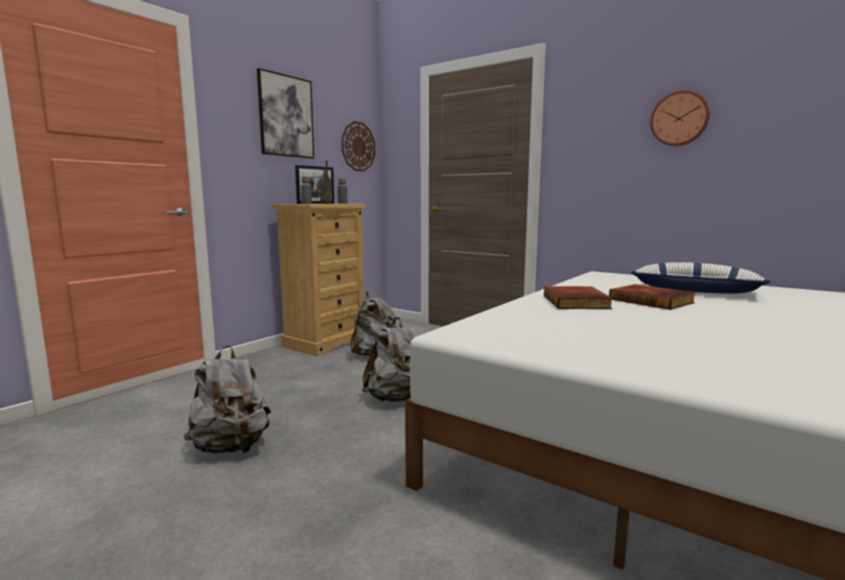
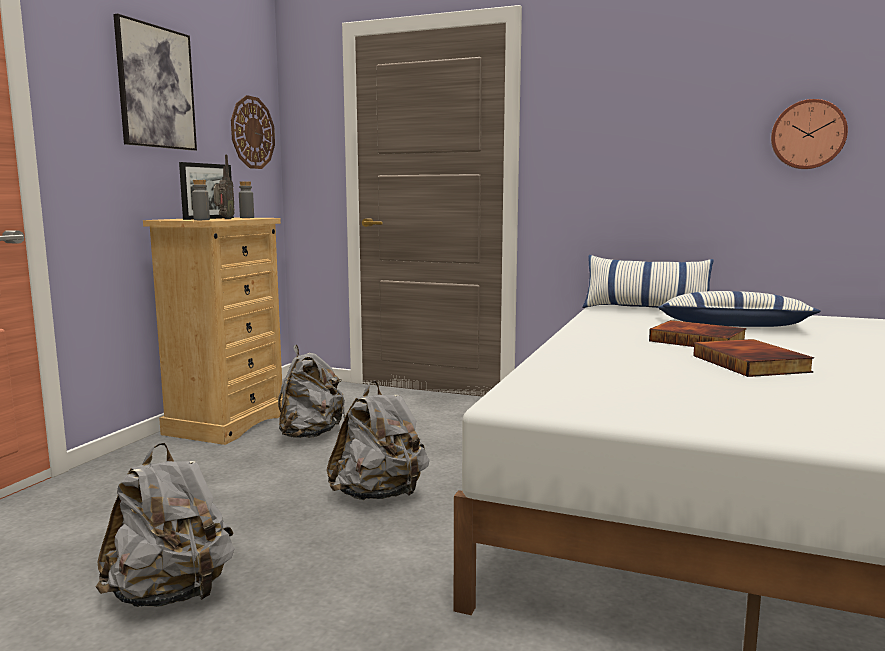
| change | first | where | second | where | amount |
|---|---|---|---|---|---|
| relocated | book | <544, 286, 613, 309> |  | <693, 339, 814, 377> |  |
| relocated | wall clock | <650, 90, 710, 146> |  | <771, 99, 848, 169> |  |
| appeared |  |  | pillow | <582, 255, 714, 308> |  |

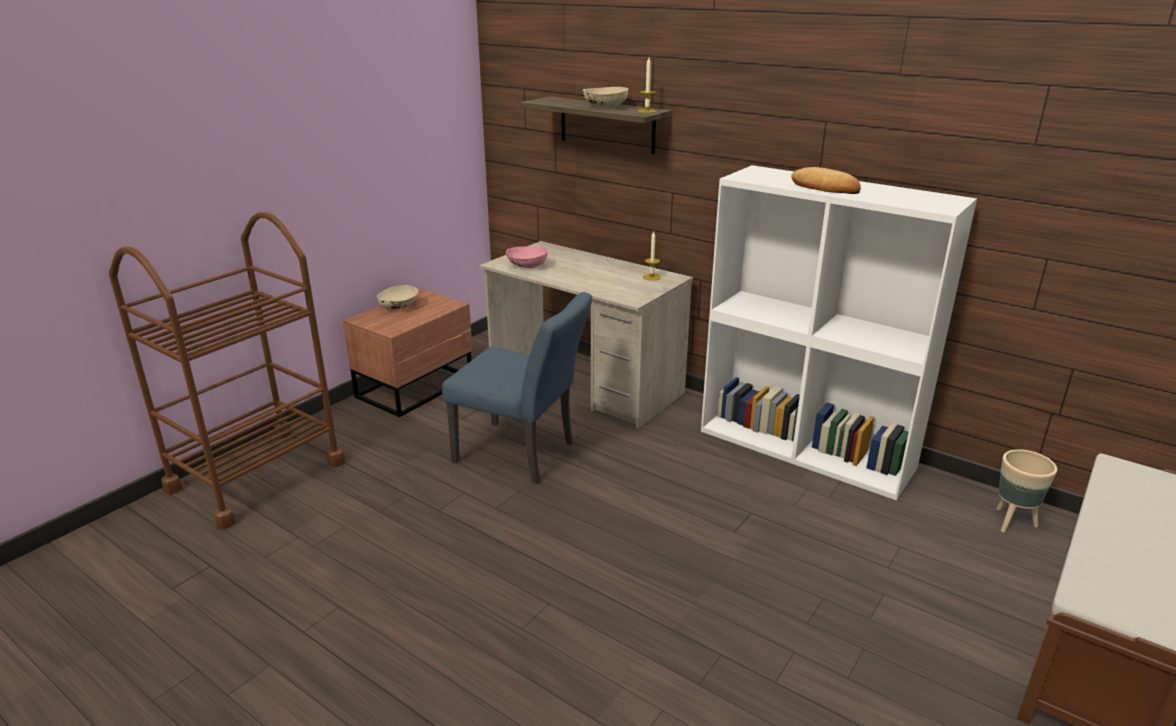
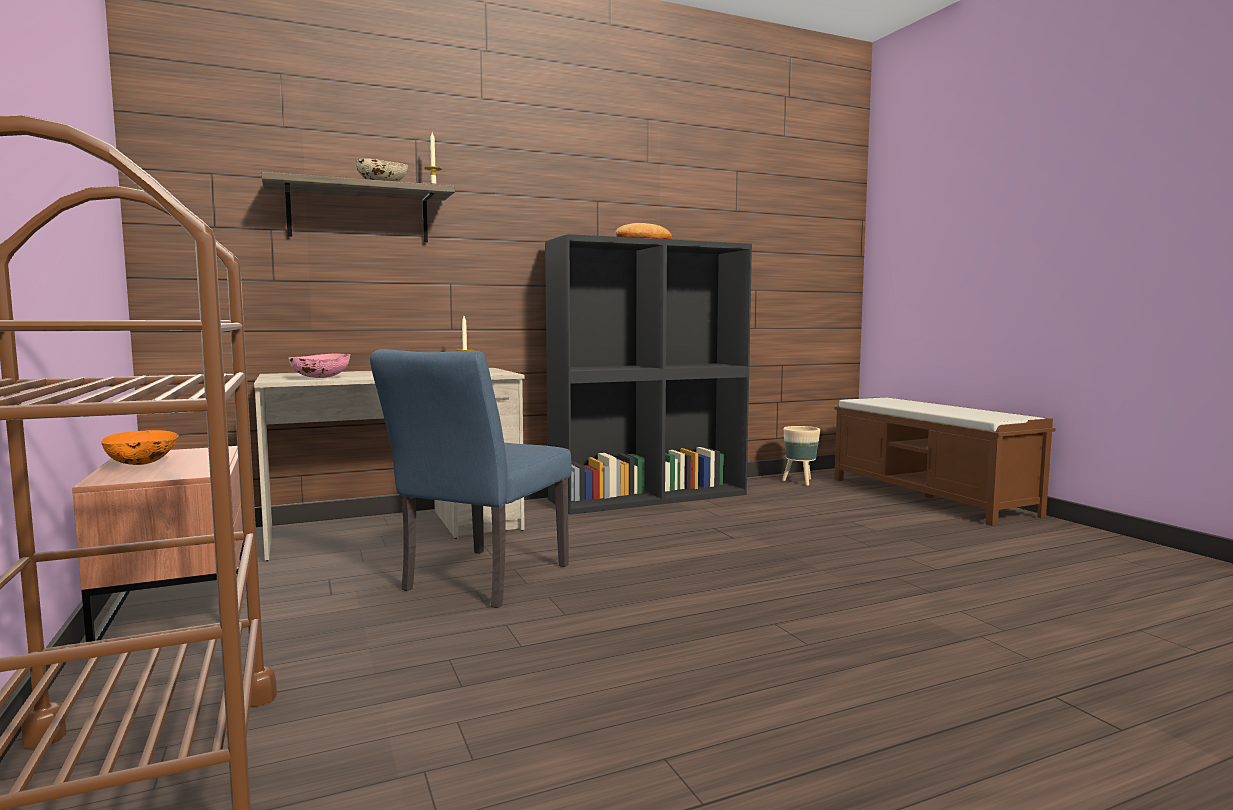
| change | first | where | second | where | amount |
|---|---|---|---|---|---|
| colour | beige bowl | <377, 285, 418, 310> | orange bowl | <101, 430, 178, 465> |  |
| spun | blue chair | <442, 292, 592, 484> |  | <370, 349, 572, 608> | 150 degrees clockwise |
| colour | white bookcase | <701, 165, 977, 501> | black bookcase | <545, 234, 752, 515> |  |

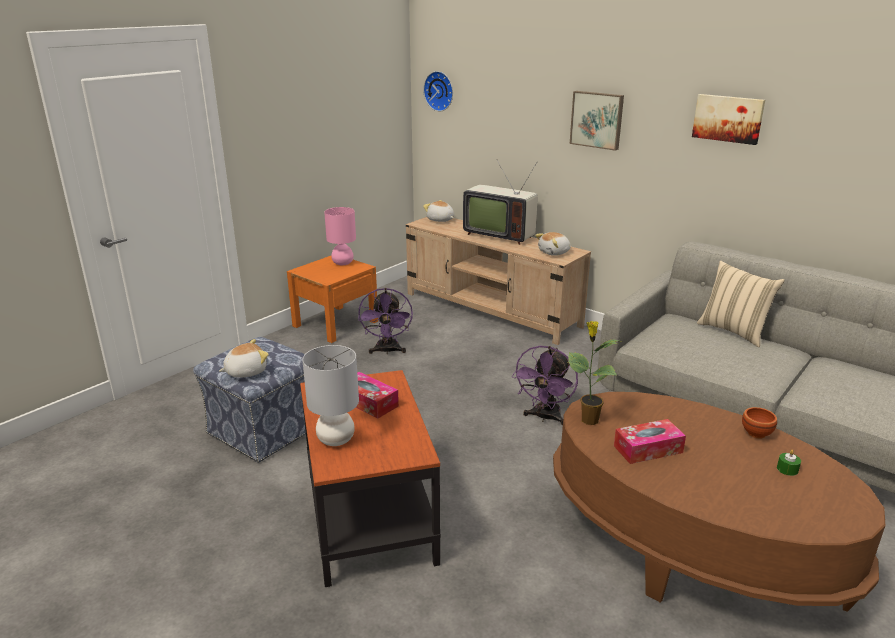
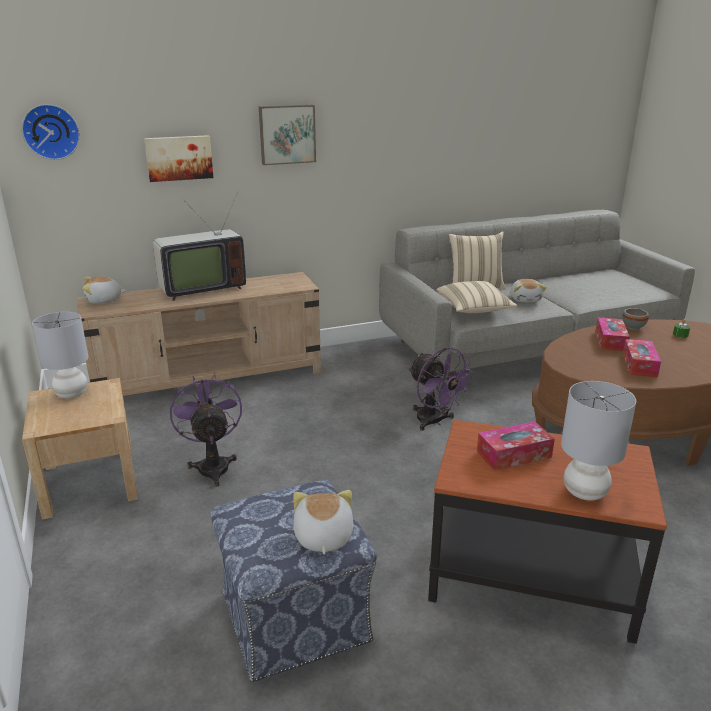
| change | first | where | second | where | amount |
|---|---|---|---|---|---|
| colour | orange nightstand | <287, 256, 378, 343> | beige nightstand | <22, 378, 138, 520> |  |
| colour | pink table lamp | <324, 207, 356, 265> | grey table lamp | <32, 312, 88, 399> |  |
| spun | purple fan | <358, 288, 413, 354> |  | <169, 374, 242, 487> | 135 degrees counterclockwise |
| relocated | plush toy | <535, 232, 571, 256> |  | <510, 279, 547, 302> |  |
| missing | potted plant | <568, 321, 623, 425> |  |  |  |
| relocated | picture | <692, 94, 765, 145> |  | <144, 135, 213, 182> |  |
| colour | brown bowl | <742, 407, 777, 439> | grey bowl | <622, 308, 649, 330> |  |
| appeared |  |  | beige pillow | <436, 281, 517, 313> |  |
| appeared |  |  | tissue box | <595, 317, 630, 351> |  |

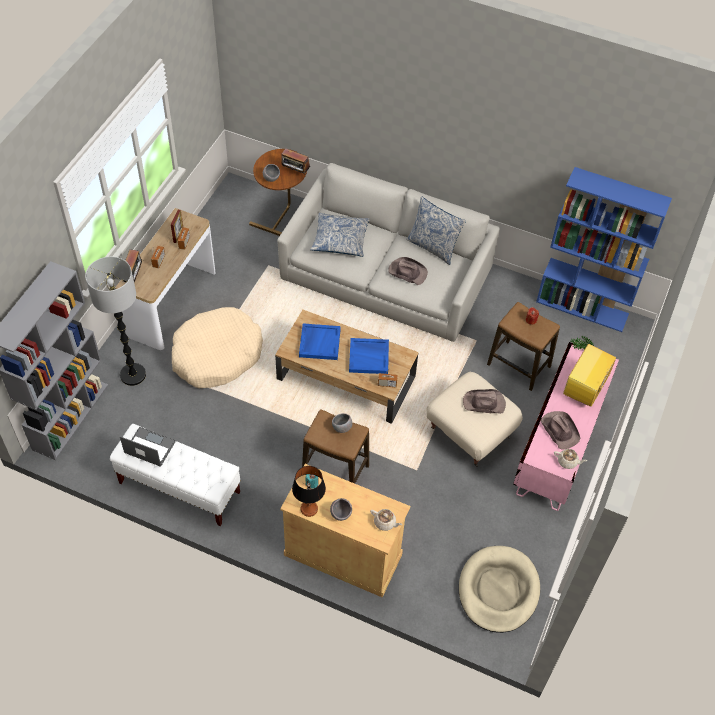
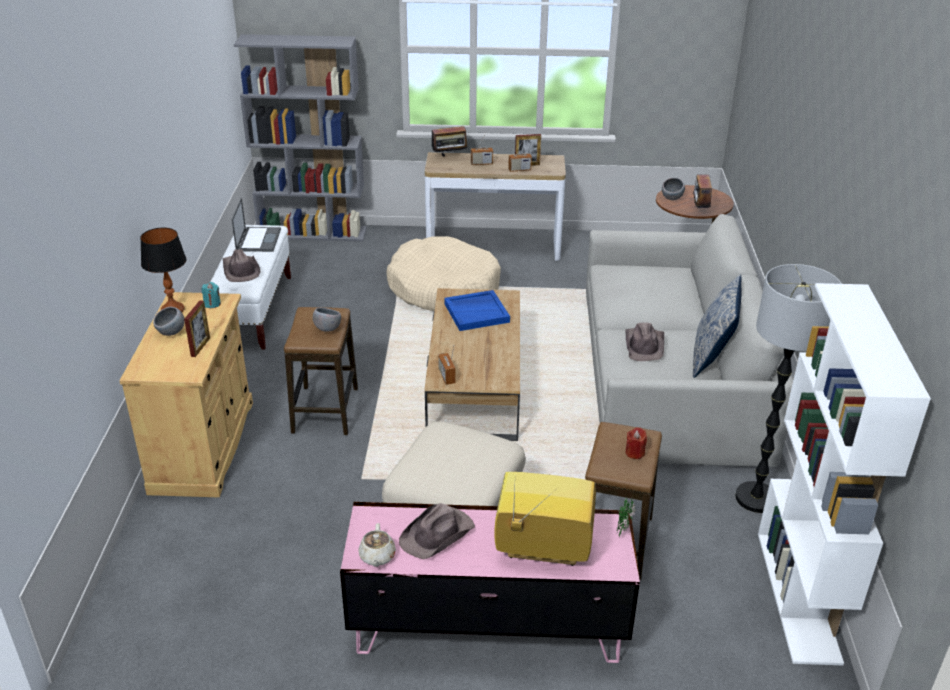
| change | first | where | second | where | amount |
|---|---|---|---|---|---|
| relocated | floor lamp | <85, 257, 146, 386> |  | <735, 264, 842, 513> |  |
| missing | pillow | <310, 213, 370, 257> |  |  |  |
| missing | blue tray | <349, 338, 389, 374> |  |  |  |
| missing | beige teapot | <370, 509, 402, 531> |  |  |  |
| missing | beige dog bed | <459, 546, 540, 633> |  |  |  |
| relocated | brown hat | <463, 389, 506, 414> |  | <223, 249, 261, 282> |  |
| colour | blue bookcase | <536, 167, 672, 332> | white bookcase | <758, 283, 931, 665> |  |
| appeared |  |  | picture frame | <184, 301, 210, 357> |  |

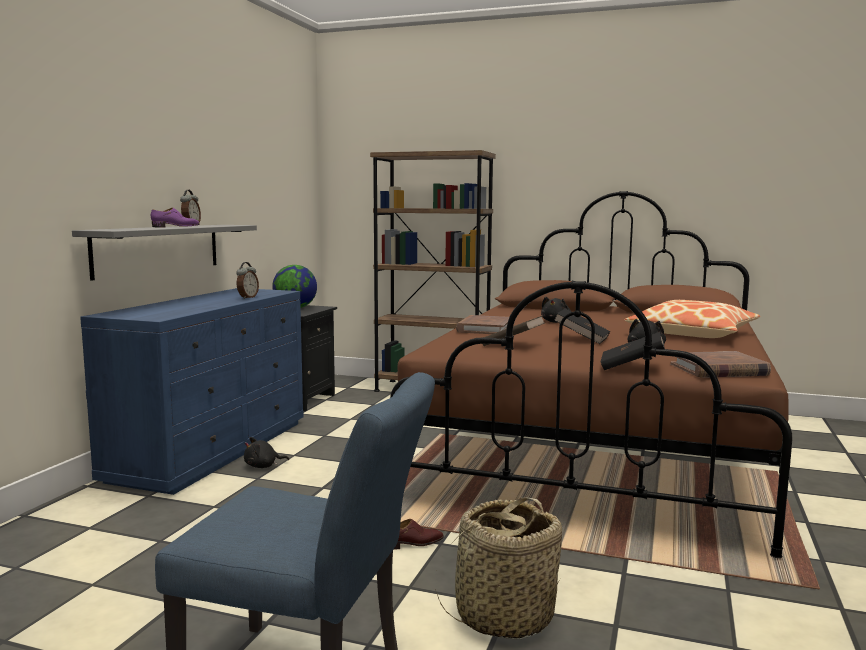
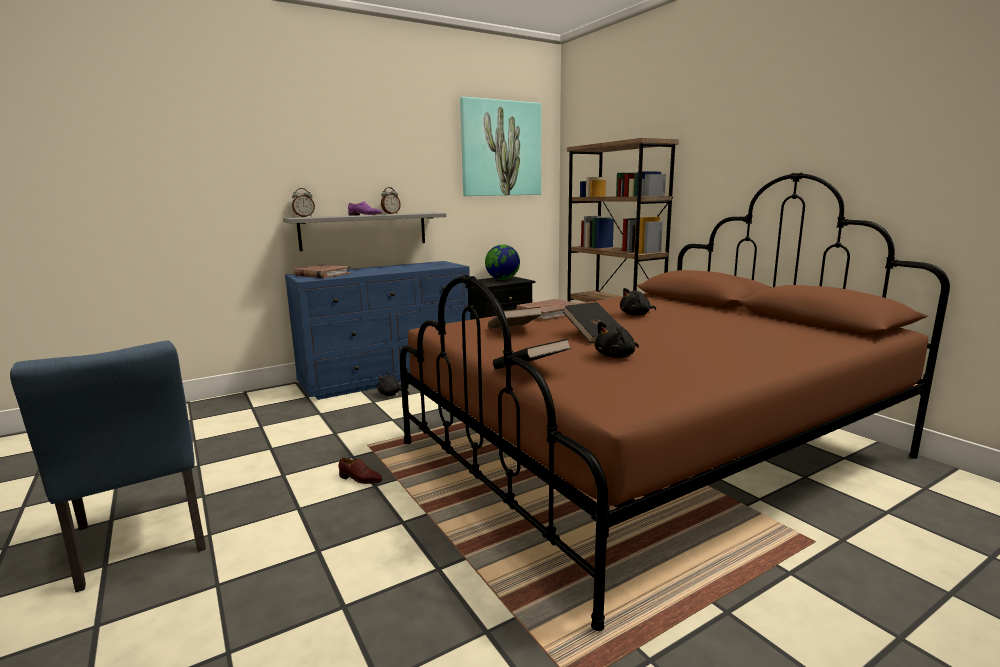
| change | first | where | second | where | amount |
|---|---|---|---|---|---|
| relocated | alarm clock | <236, 262, 259, 299> |  | <292, 188, 315, 217> |  |
| missing | basket | <435, 497, 562, 639> |  |  |  |
| missing | pillow | <625, 300, 760, 338> |  |  |  |
| relocated | brown book | <670, 351, 771, 378> |  | <294, 265, 351, 278> |  |
| appeared |  |  | picture | <460, 97, 541, 196> |  |

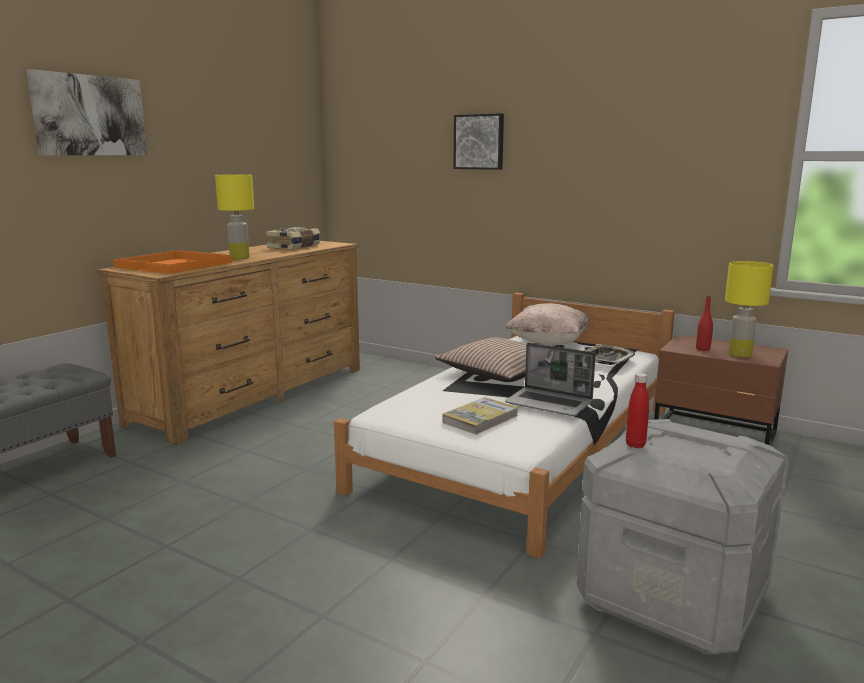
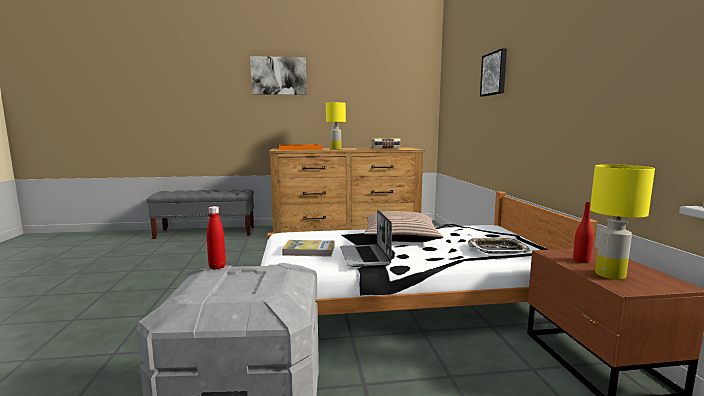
| change | first | where | second | where | amount |
|---|---|---|---|---|---|
| missing | beige pillow | <505, 303, 589, 346> |  |  |  |

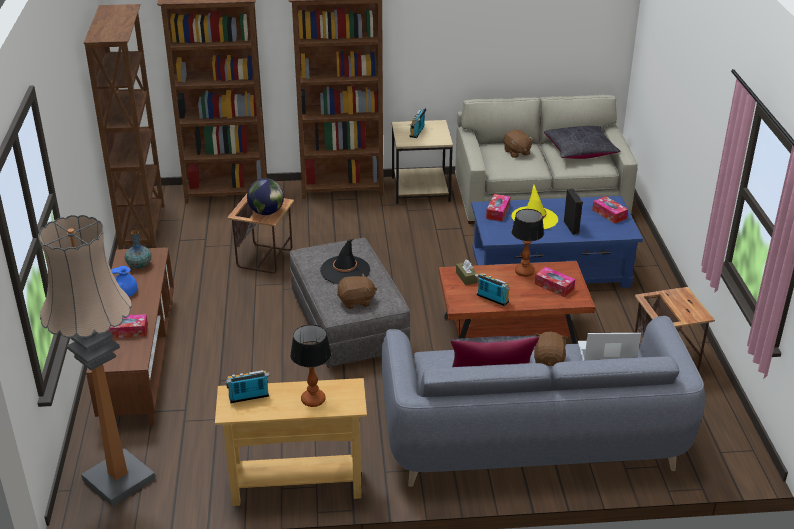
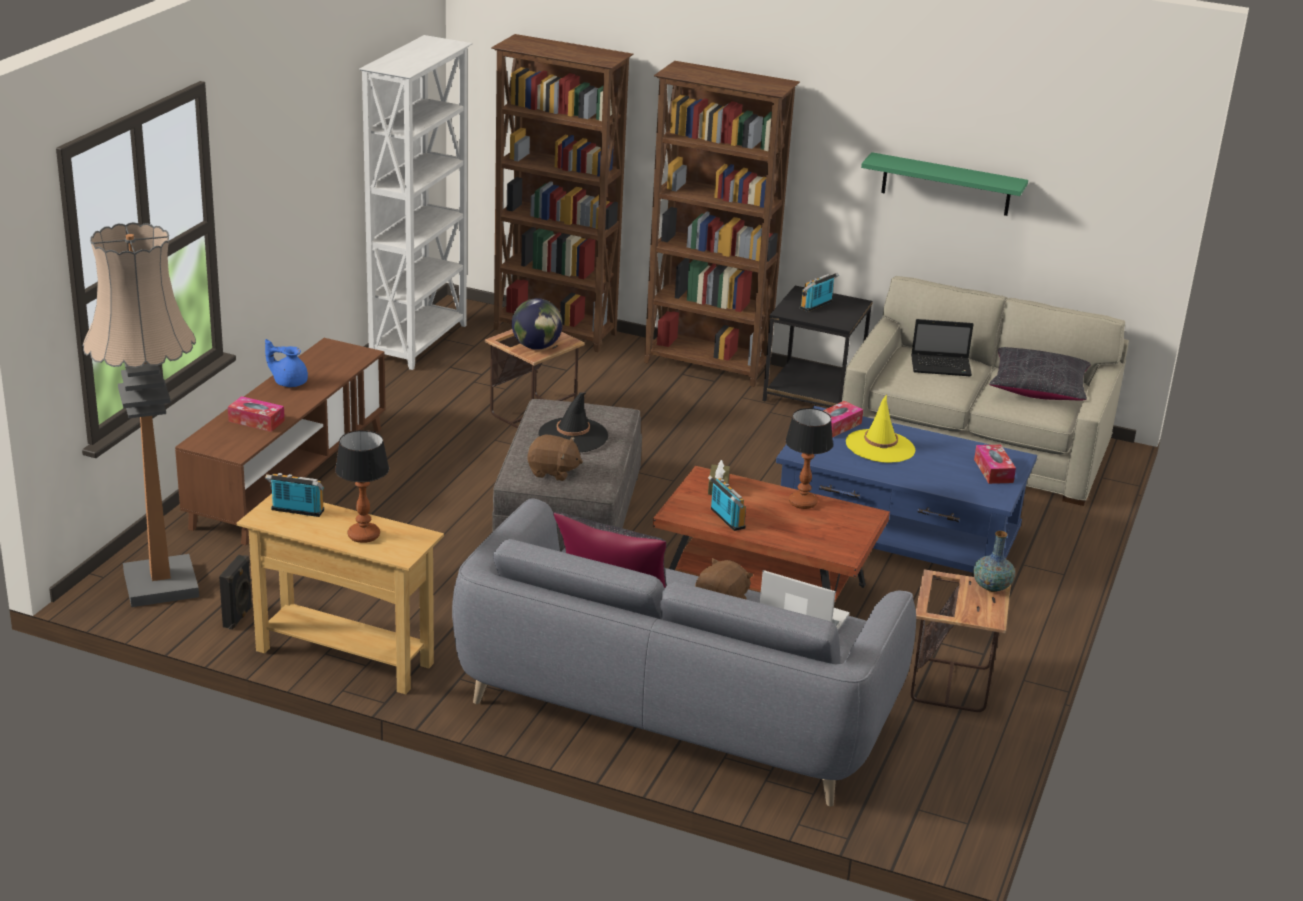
| change | first | where | second | where | amount |
|---|---|---|---|---|---|
| colour | brown bookcase | <84, 4, 164, 249> | white bookcase | <359, 35, 473, 370> |  |
| relocated | vase | <125, 230, 152, 269> |  | <973, 531, 1015, 592> |  |
| colour | beige side table | <392, 120, 453, 204> | black side table | <763, 286, 873, 407> |  |
| exchanged | brown plush toy | <504, 130, 533, 158> | laptop | <911, 319, 973, 376> |  |
| missing | tissue box | <535, 267, 575, 297> |  |  |  |
| relocated | black speaker | <564, 188, 583, 235> |  | <219, 555, 252, 630> |  |
| appeared |  |  | green shelf | <861, 152, 1028, 216> |  |

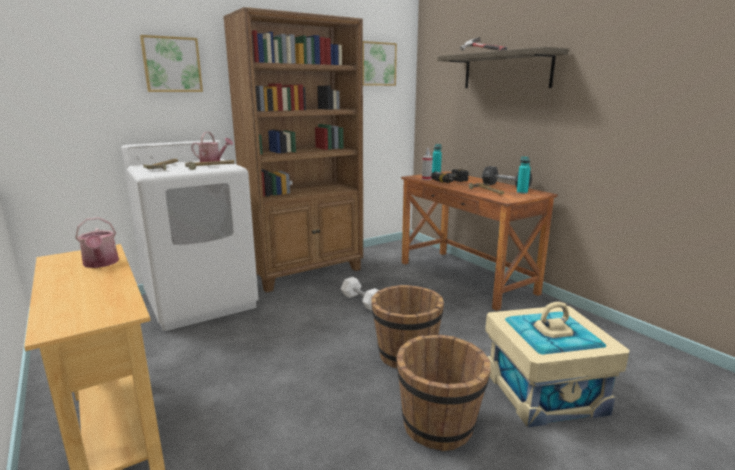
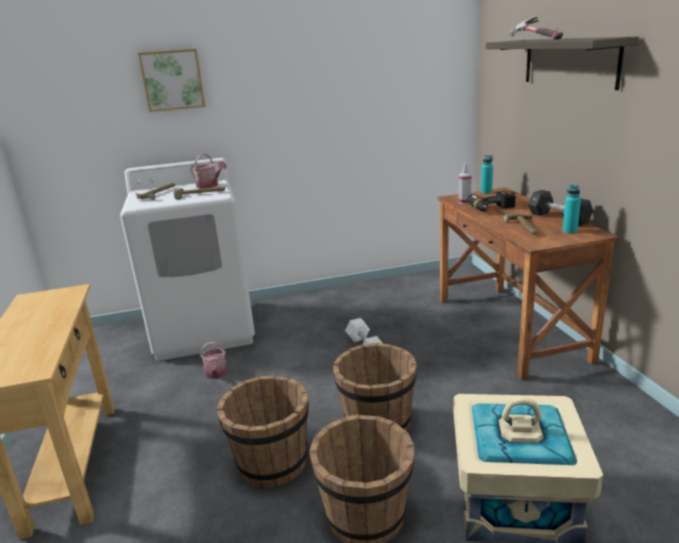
| change | first | where | second | where | amount |
|---|---|---|---|---|---|
| relocated | watering can | <76, 217, 119, 268> |  | <200, 342, 228, 379> |  |
| missing | brown bookcase | <223, 7, 363, 293> |  |  |  |
| missing | picture | <363, 41, 397, 86> |  |  |  |
| appeared |  |  | brown bucket | <216, 375, 309, 488> |  |

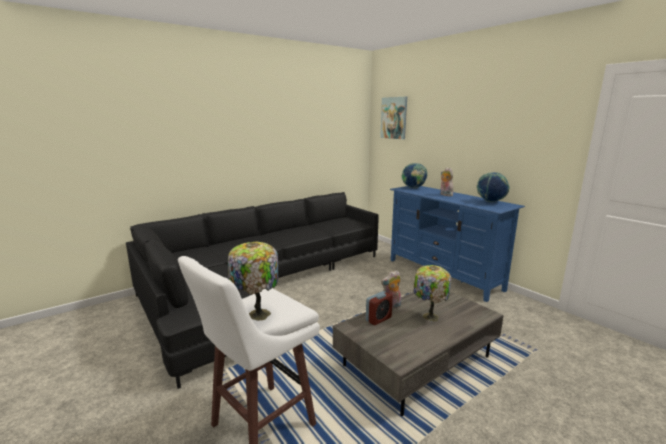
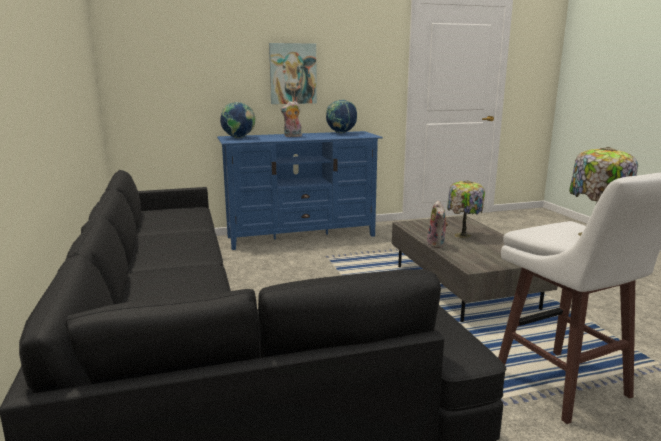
| change | first | where | second | where | amount |
|---|---|---|---|---|---|
| missing | alarm clock | <366, 291, 393, 325> |  |  |  |
| relocated | picture | <380, 97, 407, 139> |  | <269, 43, 317, 104> |  |

